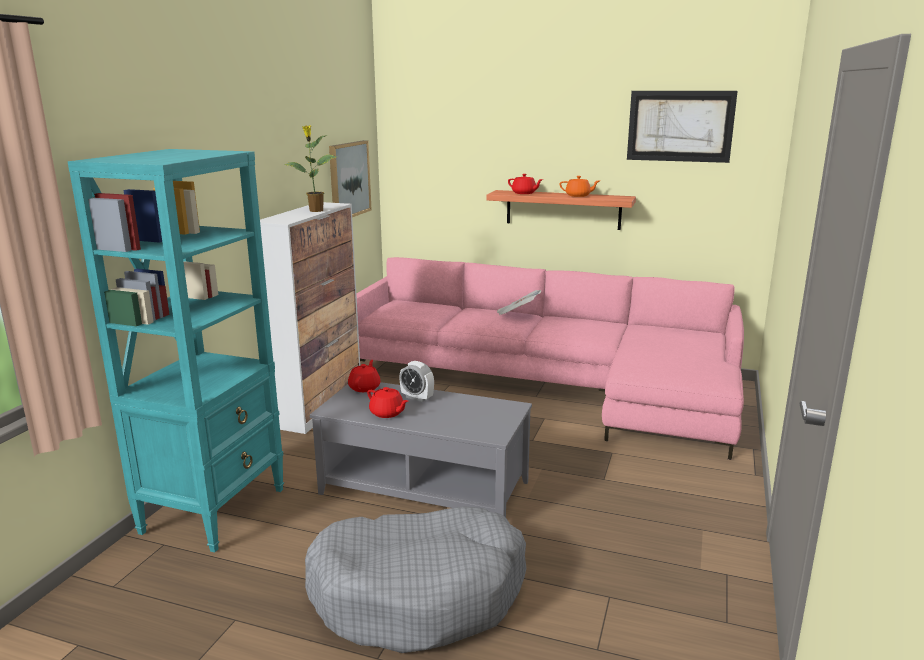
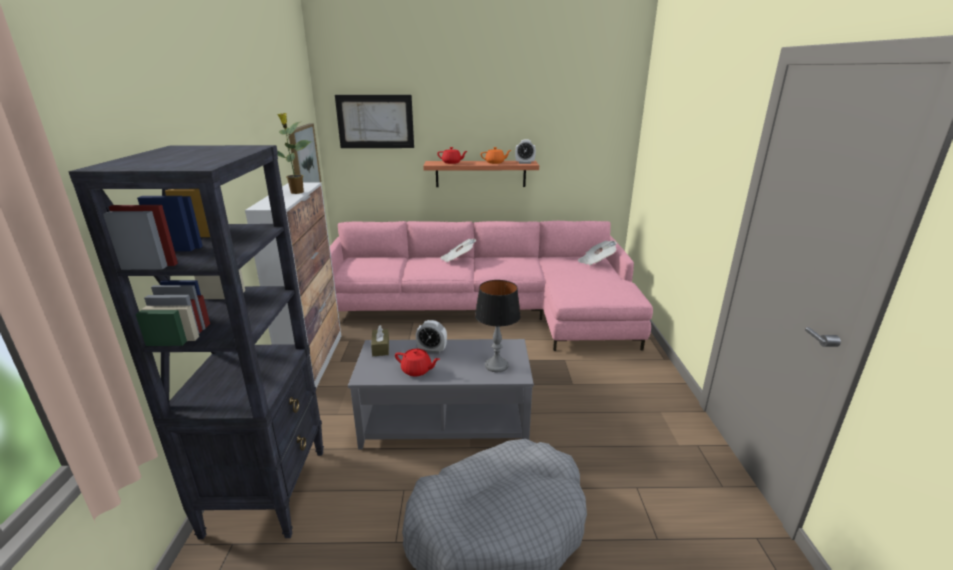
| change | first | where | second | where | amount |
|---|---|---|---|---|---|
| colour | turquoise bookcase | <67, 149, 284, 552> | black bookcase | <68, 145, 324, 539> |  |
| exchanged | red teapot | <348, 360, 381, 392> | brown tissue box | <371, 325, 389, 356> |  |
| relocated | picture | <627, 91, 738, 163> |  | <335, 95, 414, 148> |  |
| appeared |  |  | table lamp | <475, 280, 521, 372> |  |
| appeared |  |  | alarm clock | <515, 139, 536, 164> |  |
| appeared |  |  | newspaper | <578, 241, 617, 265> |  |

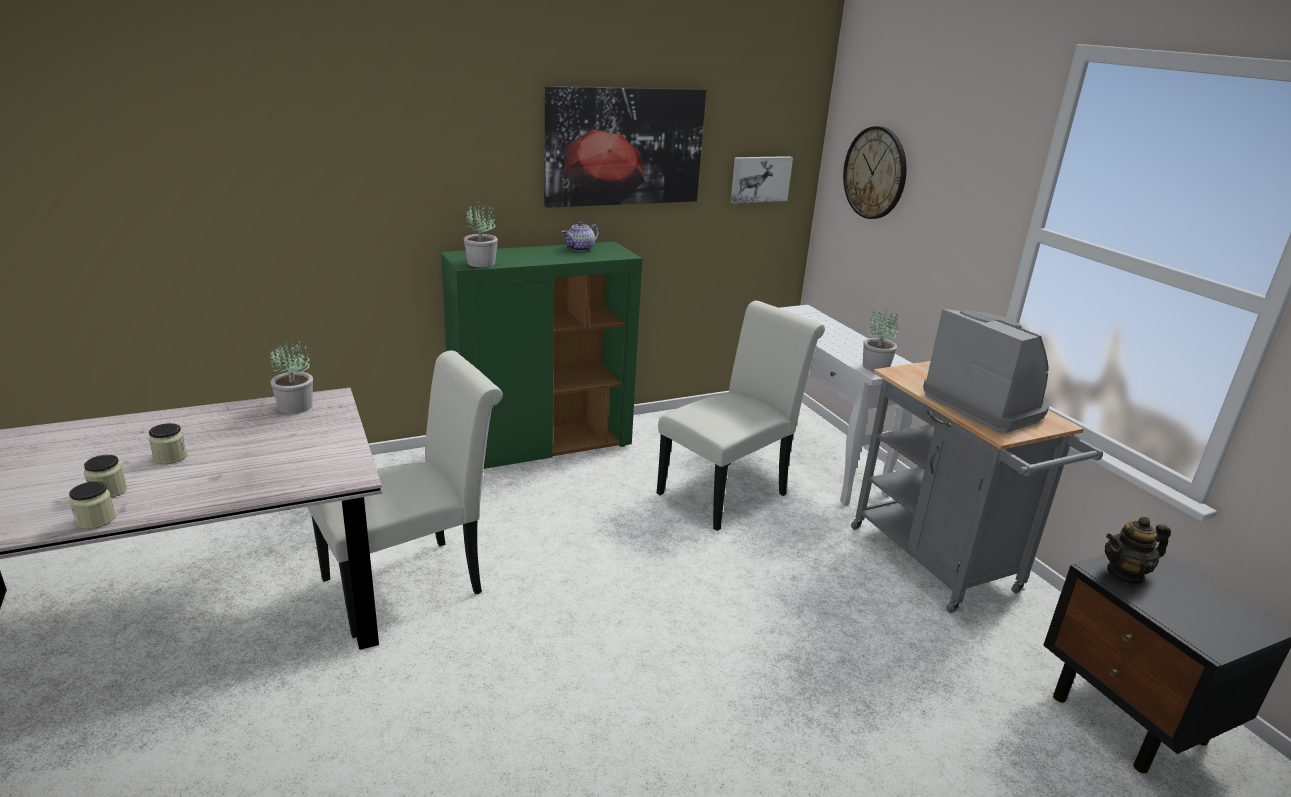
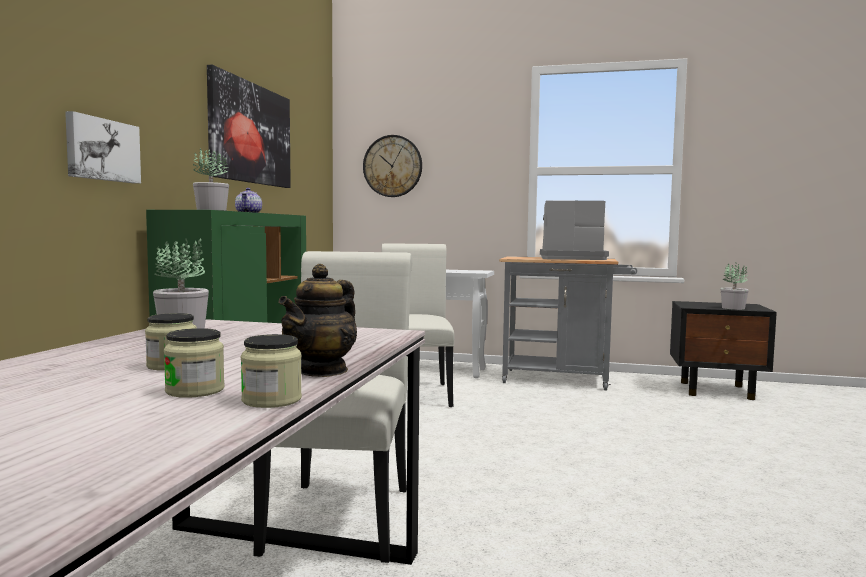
| change | first | where | second | where | amount |
|---|---|---|---|---|---|
| relocated | picture | <730, 156, 793, 203> |  | <65, 111, 141, 184> |  |
| relocated | potted plant | <863, 310, 898, 371> |  | <721, 263, 749, 310> |  |
| relocated | teapot | <1105, 517, 1171, 585> |  | <278, 264, 357, 377> |  |

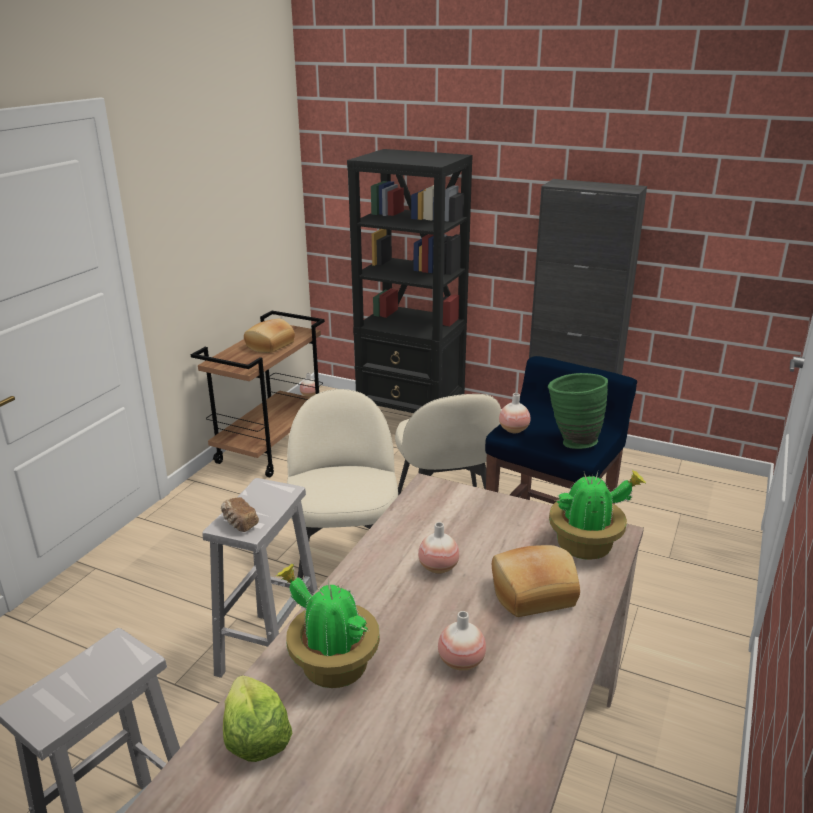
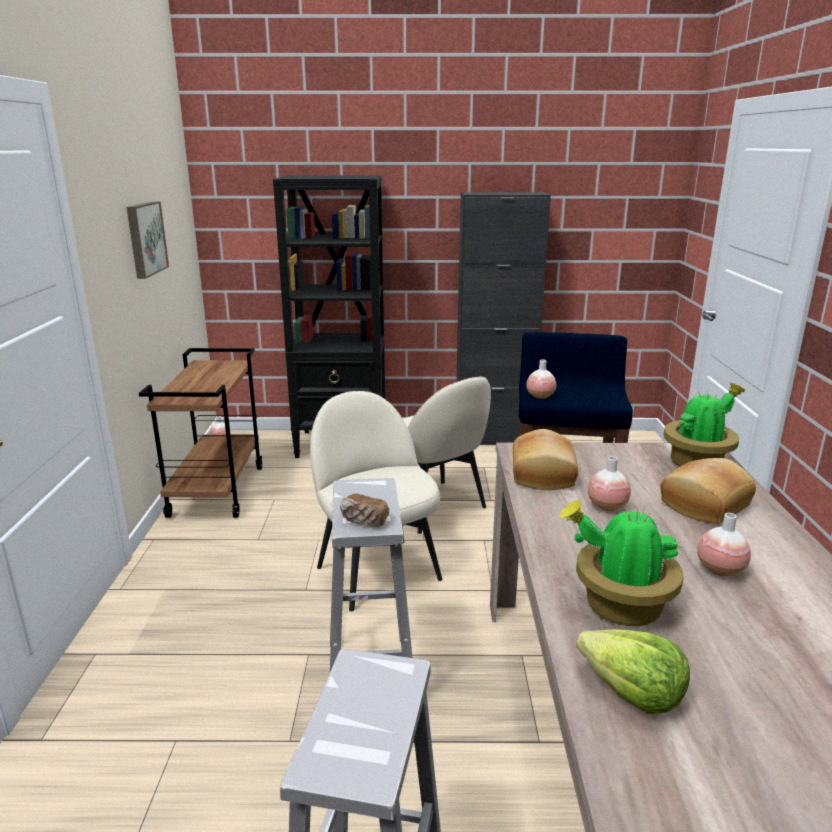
| change | first | where | second | where | amount |
|---|---|---|---|---|---|
| relocated | bread | <244, 319, 295, 353> |  | <513, 429, 578, 490> |  |
| missing | green vase | <548, 373, 608, 449> |  |  |  |
| appeared |  |  | picture | <127, 201, 169, 279> |  |

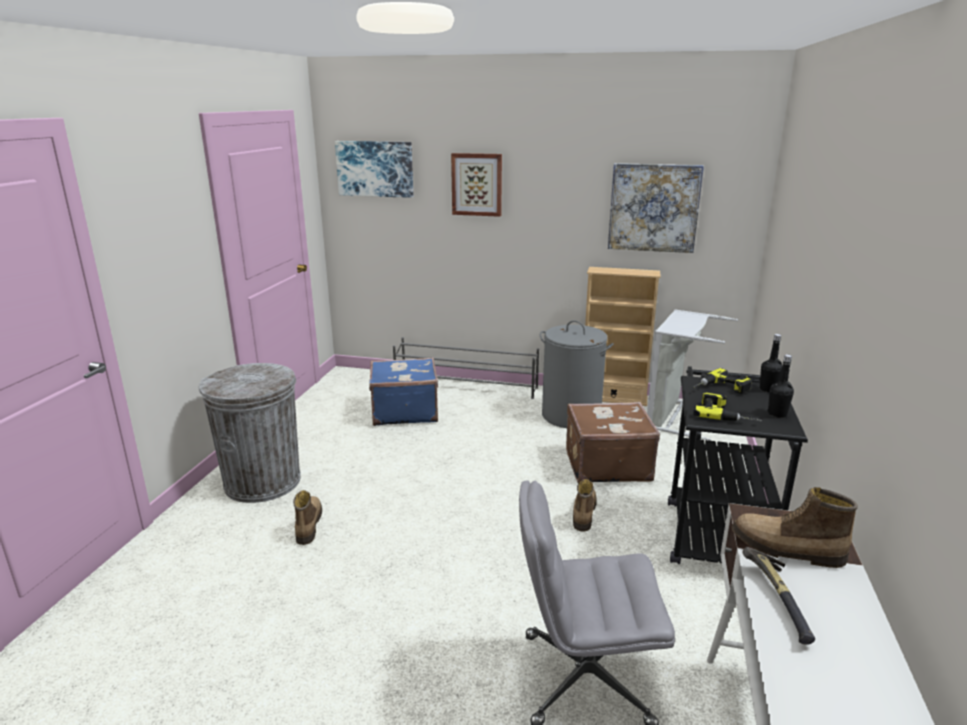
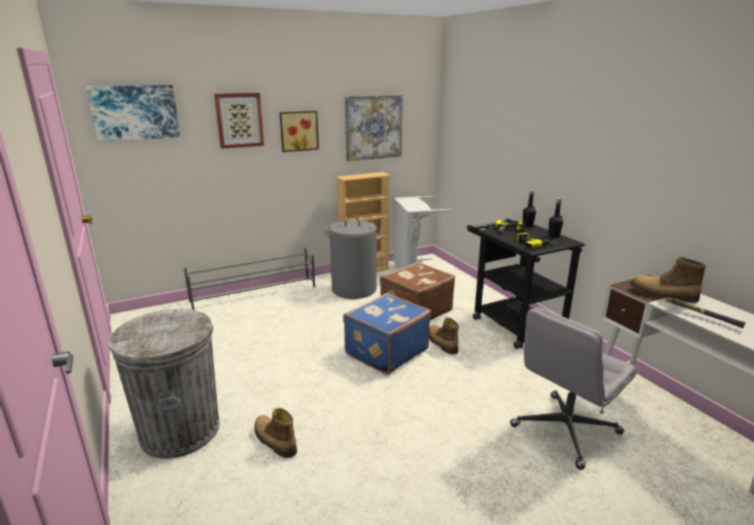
| change | first | where | second | where | amount |
|---|---|---|---|---|---|
| relocated | blue suitcase | <369, 357, 438, 426> |  | <343, 293, 431, 375> |  |
| spun | boot | <731, 487, 858, 568> |  | <630, 257, 706, 303> | 45 degrees clockwise |
| appeared |  |  | picture | <280, 111, 319, 152> |  |

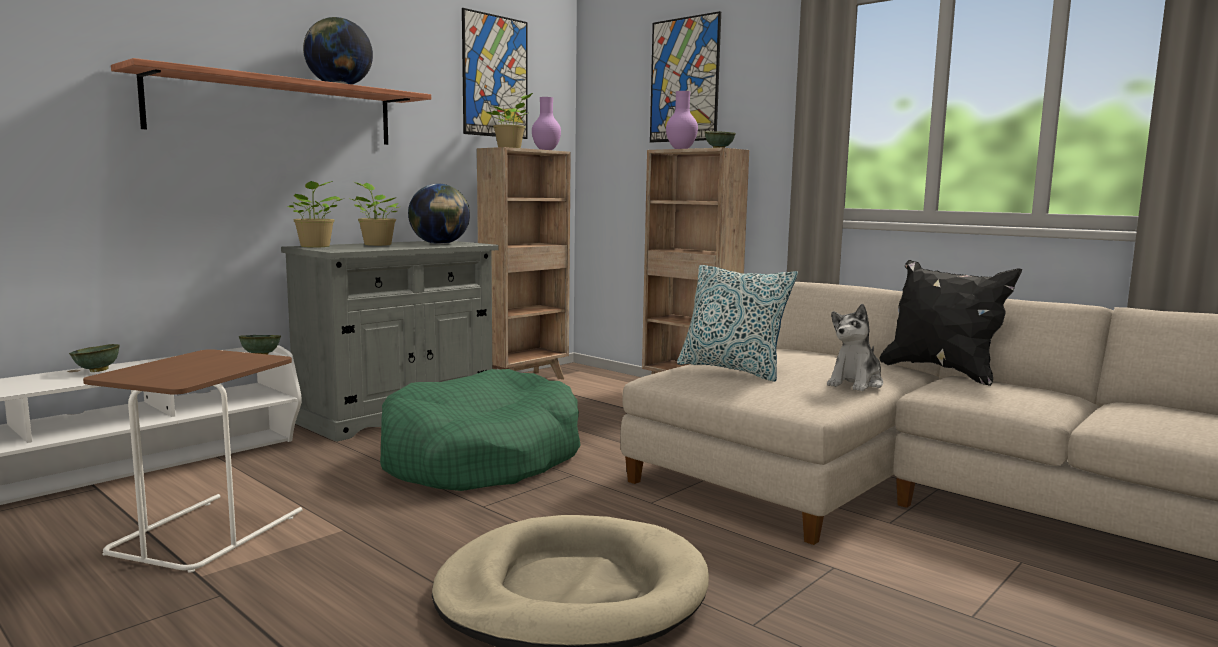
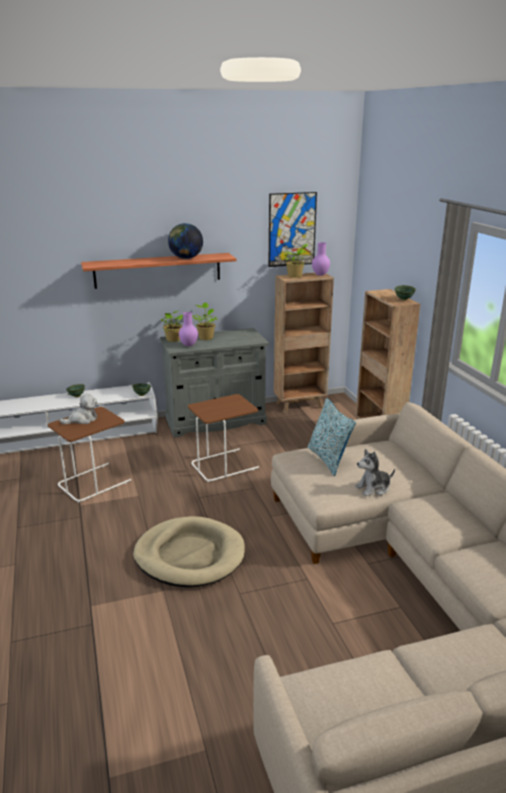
| change | first | where | second | where | amount |
|---|---|---|---|---|---|
| exchanged | green dog bed | <380, 369, 580, 491> | brown side table | <188, 394, 259, 482> |  |
| missing | globe | <408, 183, 470, 244> |  |  |  |
| missing | picture | <650, 11, 721, 142> |  |  |  |
| relocated | purple vase | <666, 91, 698, 149> |  | <179, 312, 198, 346> |  |
| missing | black pillow | <880, 260, 1022, 386> |  |  |  |
| appeared |  |  | plush toy | <59, 394, 97, 425> |  |

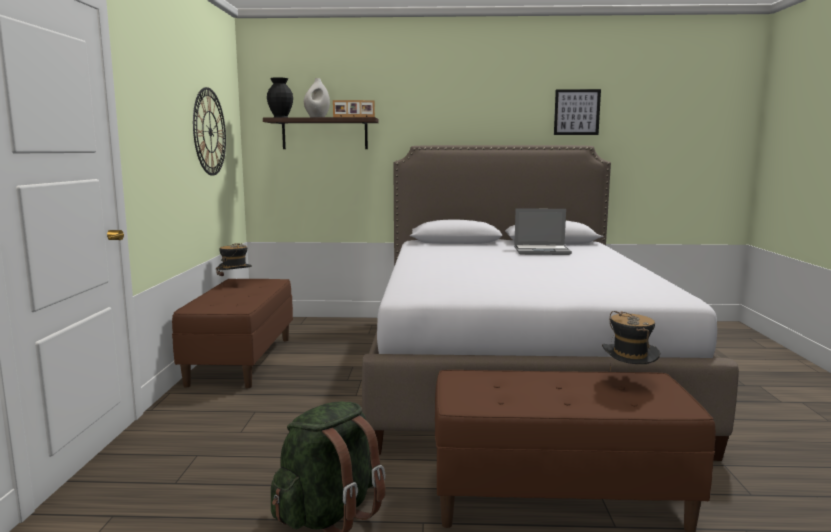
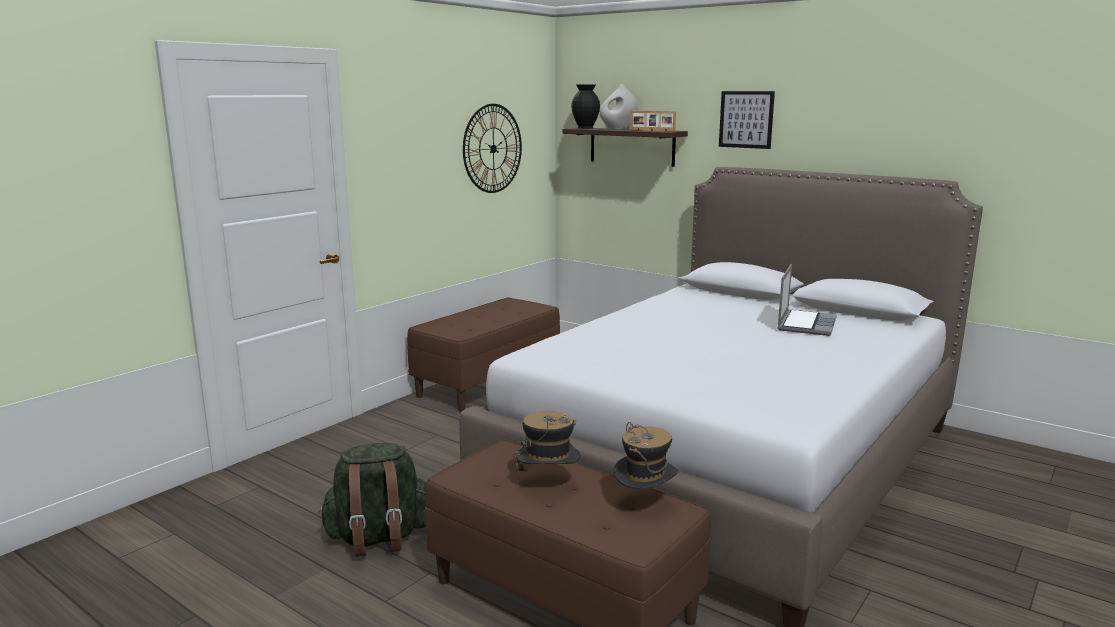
| change | first | where | second | where | amount |
|---|---|---|---|---|---|
| relocated | hat | <216, 243, 252, 276> |  | <513, 411, 581, 490> |  |
| spun | laptop | <514, 208, 572, 255> |  | <777, 264, 837, 336> | 105 degrees counterclockwise |
| relocated | picture | <554, 89, 601, 135> |  | <719, 91, 775, 149> |  |

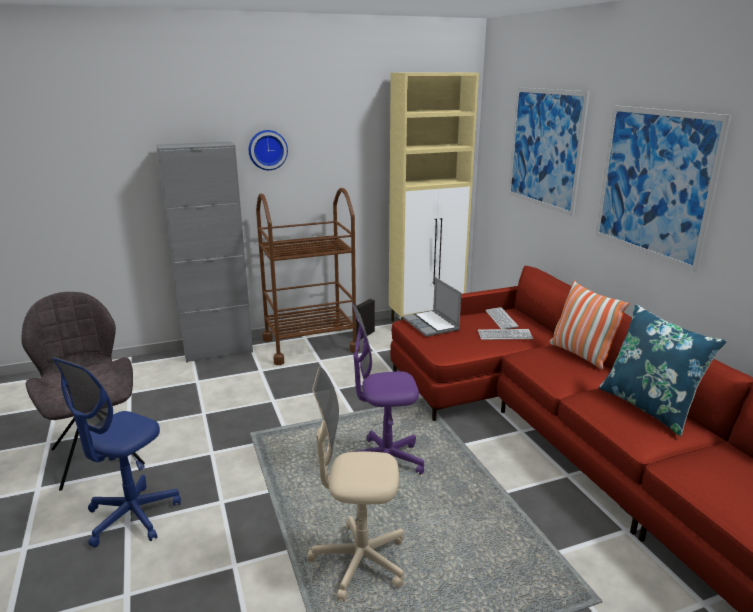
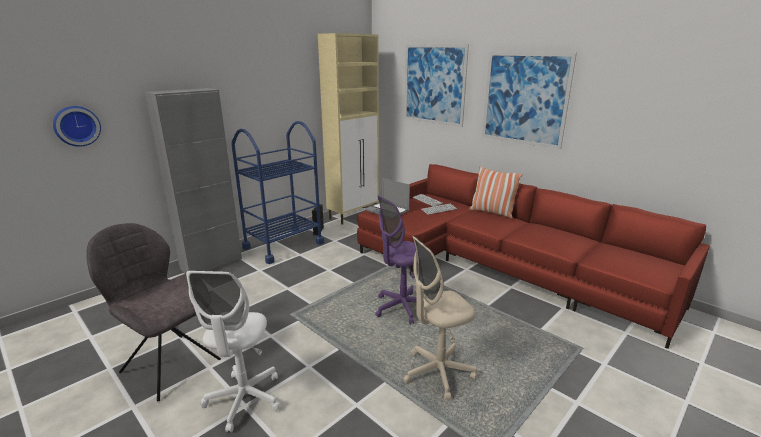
| change | first | where | second | where | amount |
|---|---|---|---|---|---|
| colour | blue office chair | <52, 357, 181, 548> | white office chair | <186, 270, 281, 432> |  |
| relocated | wall clock | <249, 130, 288, 170> |  | <53, 106, 101, 147> |  |
| colour | brown cart | <256, 188, 360, 365> | blue cart | <231, 121, 324, 264> |  |
| missing | blue pillow | <599, 304, 727, 436> |  |  |  |

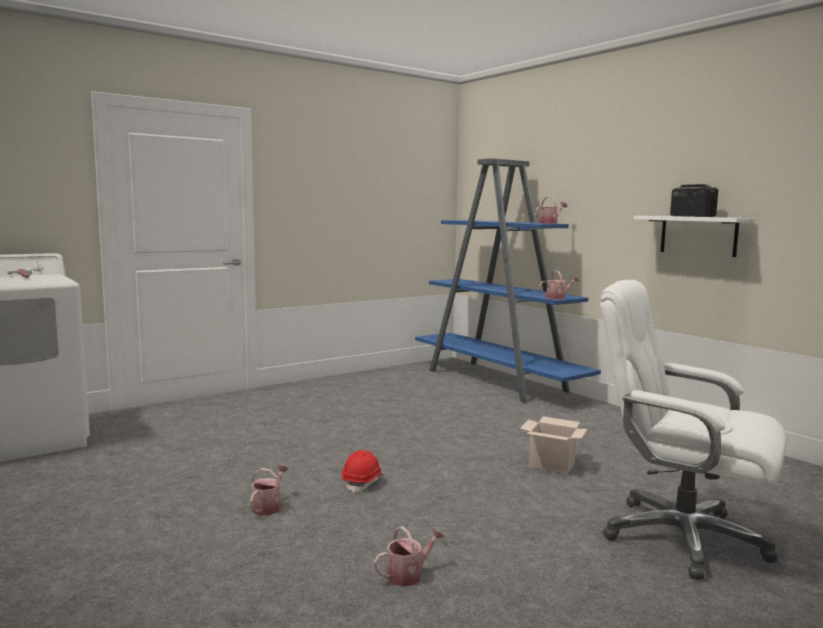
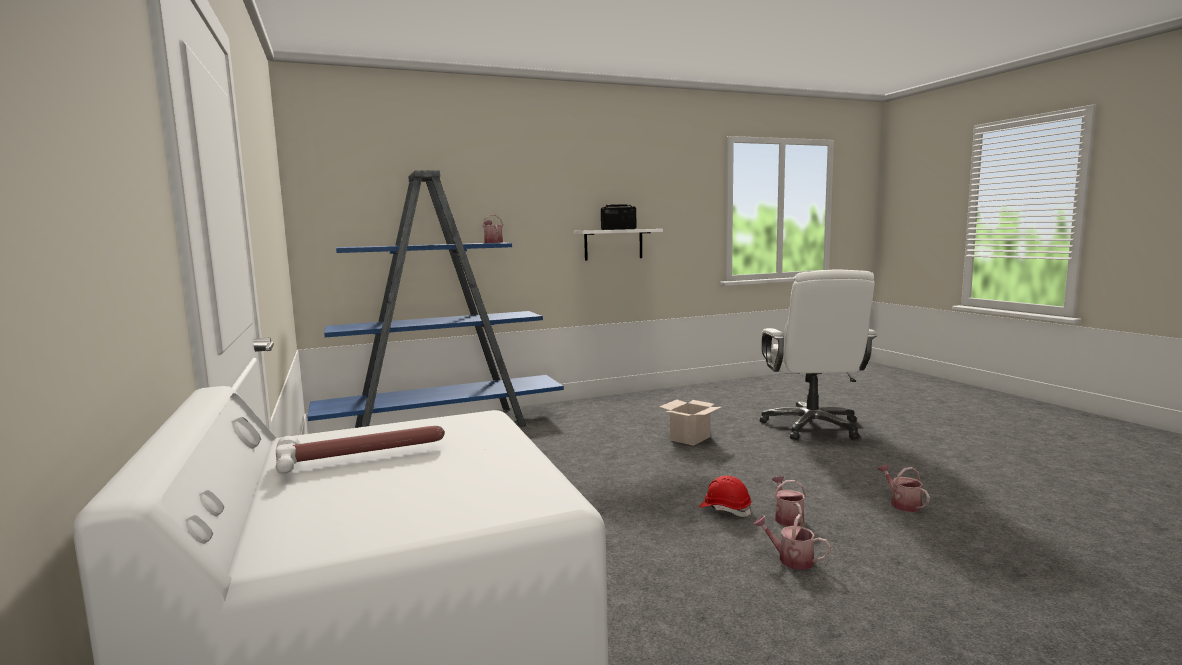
| change | first | where | second | where | amount |
|---|---|---|---|---|---|
| relocated | watering can | <539, 270, 579, 299> |  | <772, 476, 806, 526> |  |
| spun | white office chair | <600, 280, 787, 580> |  | <759, 269, 877, 440> | 45 degrees counterclockwise |

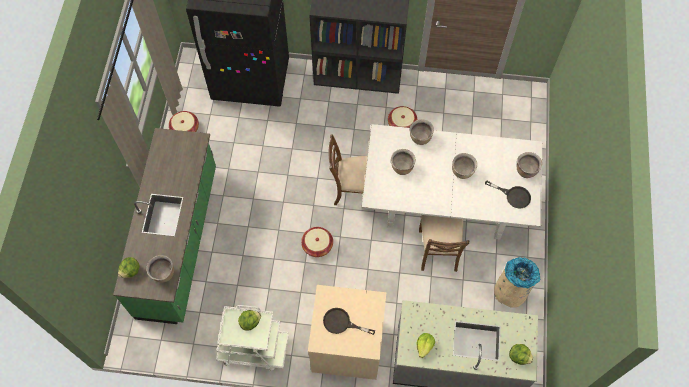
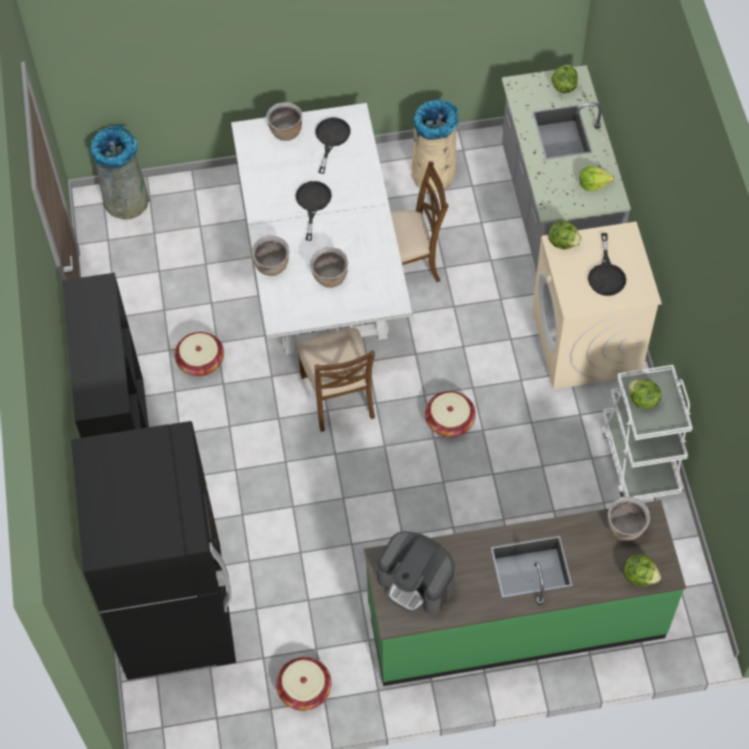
| change | first | where | second | where | amount |
|---|---|---|---|---|---|
| exchanged | brown cooking pot | <452, 153, 477, 179> | black frying pan | <296, 181, 332, 241> |  |
| appeared |  |  | grey trash can | <90, 126, 150, 219> |  |
| appeared |  |  | coffee machine | <377, 531, 455, 615> |  |
| appeared |  |  | lettuce | <548, 221, 582, 249> |  |

